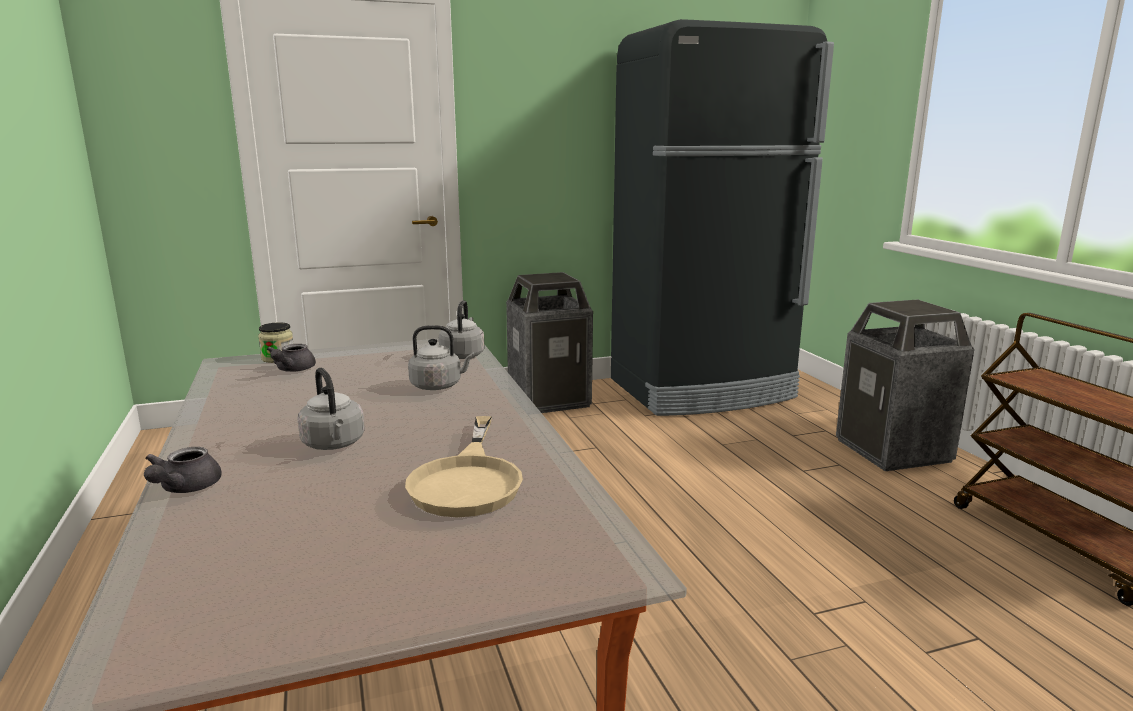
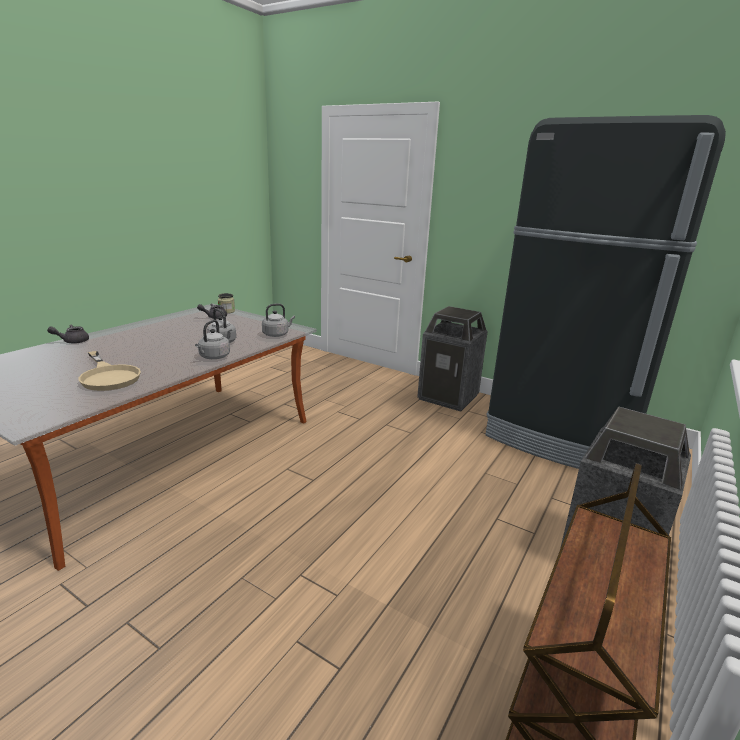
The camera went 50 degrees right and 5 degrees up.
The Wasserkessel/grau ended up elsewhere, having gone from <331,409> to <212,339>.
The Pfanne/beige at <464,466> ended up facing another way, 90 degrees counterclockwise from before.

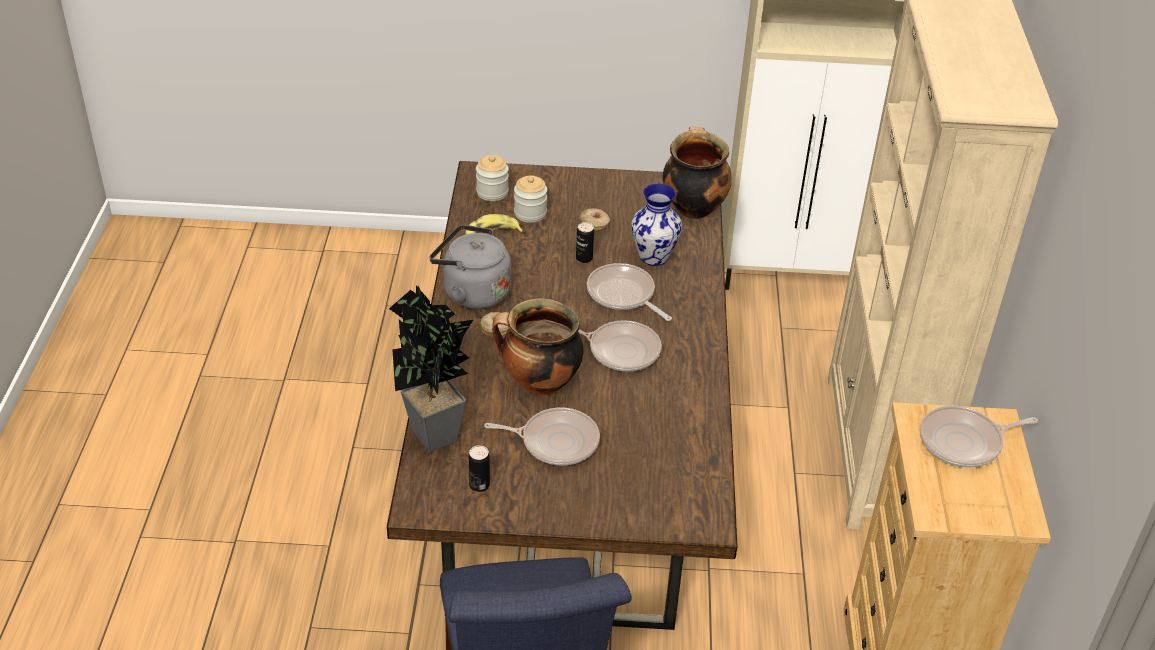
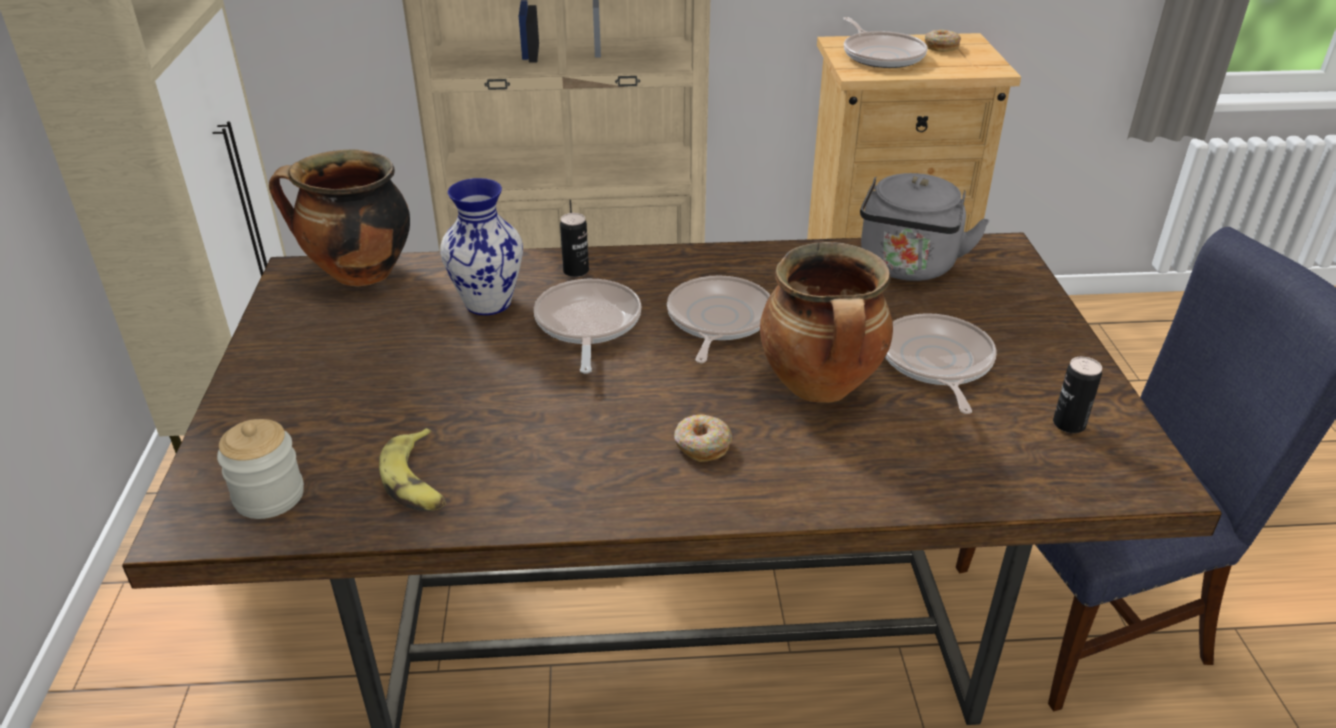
The camera went 95 degrees left and 5 degrees down.
The second view lost the Topfpflanze at <431,369>.
The second view lost the Vorratsglas at <530,199>.
The Wasserkessel/grau ended up elsewhere, having gone from <470,267> to <925,227>.
The Dose ended up elsewhere, having gone from <585,242> to <574,245>.
The Donut ended up elsewhere, having gone from <595,219> to <943,41>.
The Pfanne at <629,292> ended up facing another way, 135 degrees clockwise from before.

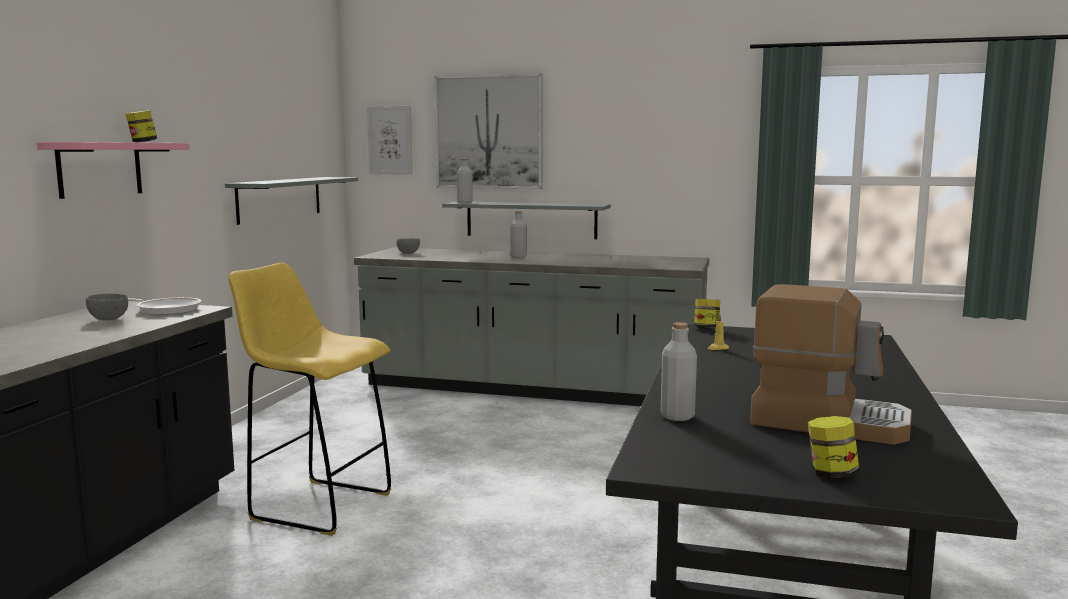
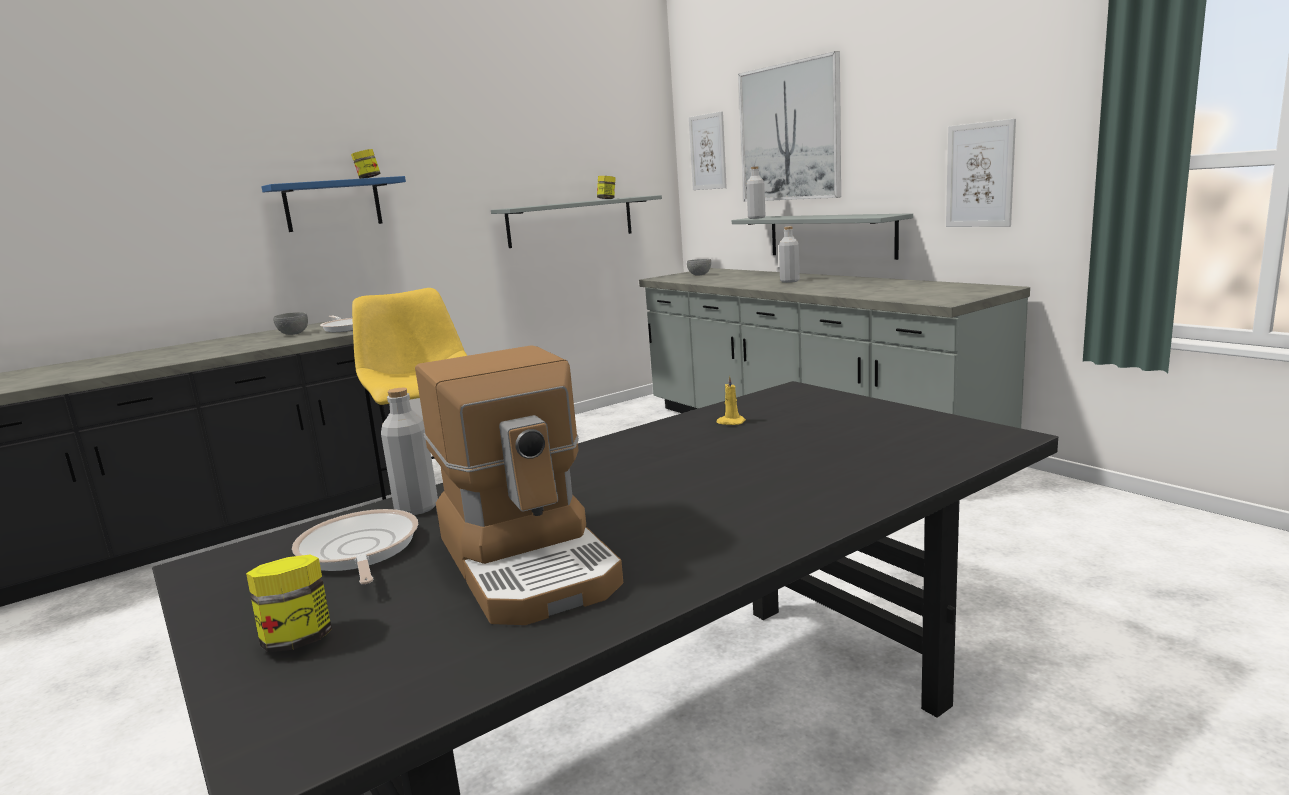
The camera went 40 degrees right and 5 degrees up.
The second view gained the Pfanne at <355,546>.
The second view gained the Bild at <981,172>.
The Vorratsglas ended up elsewhere, having gone from <707,313> to <606,187>.
What was the Wandregal/rosa at <113,170> turned into the Wandregal/blau at <333,204>.

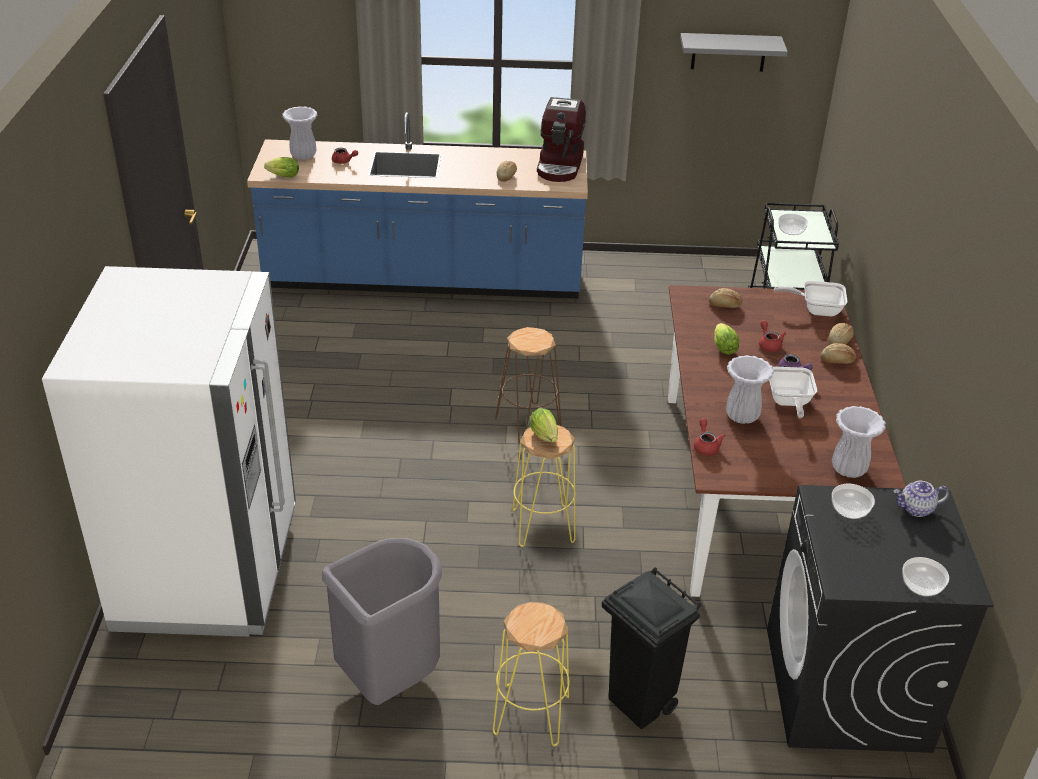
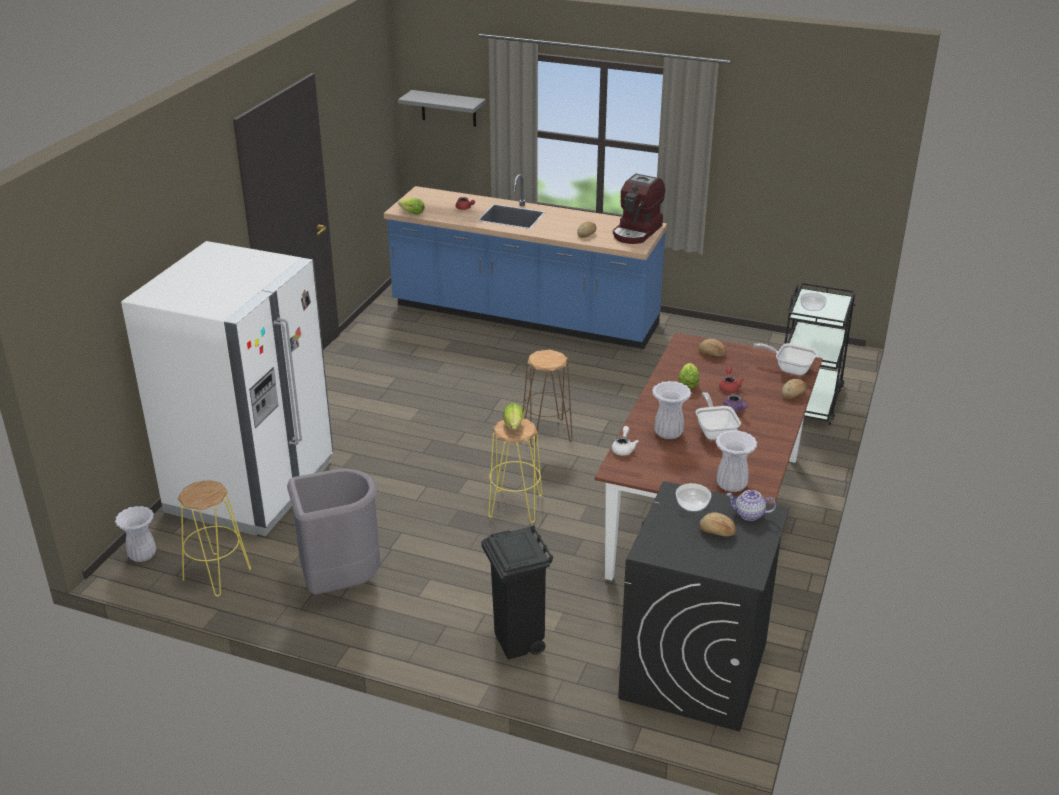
The camera went 20 degrees right and 5 degrees down.
The second view lost the Schüssel at <926,577>.
The Vase/weiß ended up elsewhere, having gone from <300,132> to <135,534>.
The Hocker/gelb ended up elsewhere, having gone from <531,674> to <214,538>.
The Wandregal/grau ended up elsewhere, having gone from <734,52> to <442,108>.
The Brot ended up elsewhere, having gone from <838,353> to <717,524>.
What was the Teekanne/rot at <709,437> turned into the Teekanne/weiß at <625,441>.
The Pfanne at <793,393> ended up facing another way, 150 degrees clockwise from before.

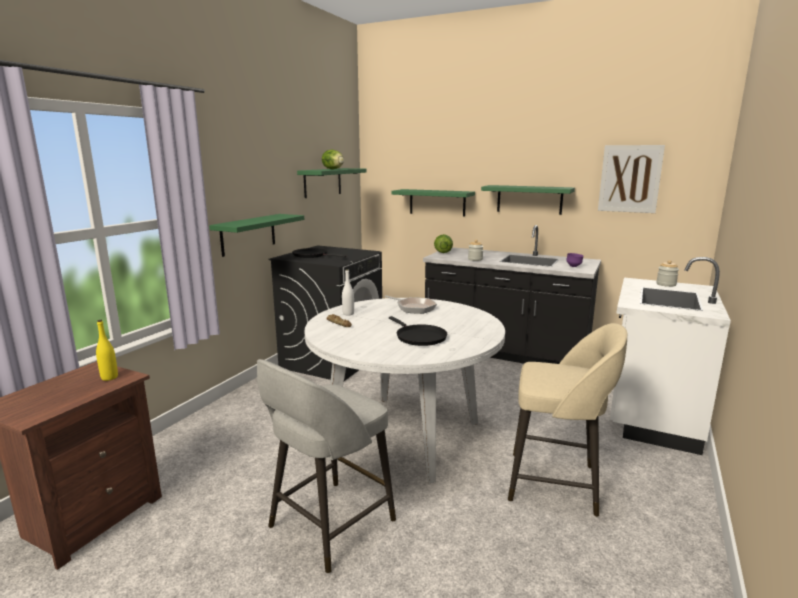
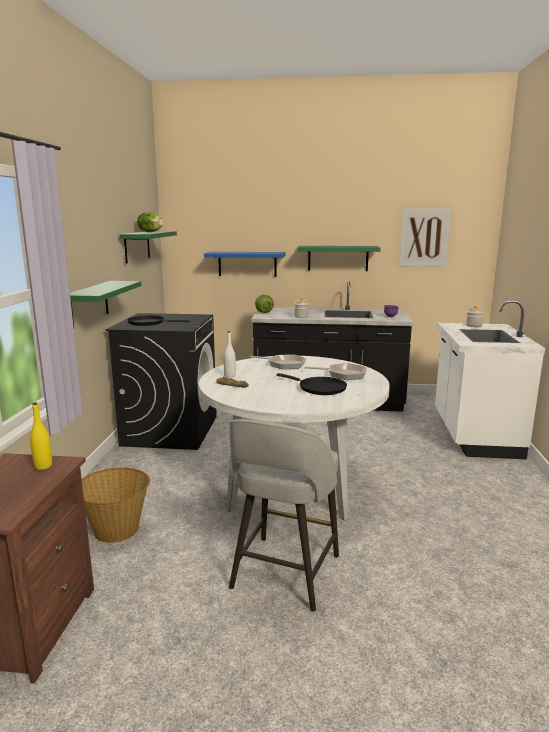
The camera went 20 degrees left and 0 degrees up.
The second view lost the Hocker/beige at <567,420>.
The second view gained the Korb at <116,505>.
The second view gained the Pfanne at <336,371>.
What was the Wandregal/grün at <433,203> turned into the Wandregal/blau at <245,264>.

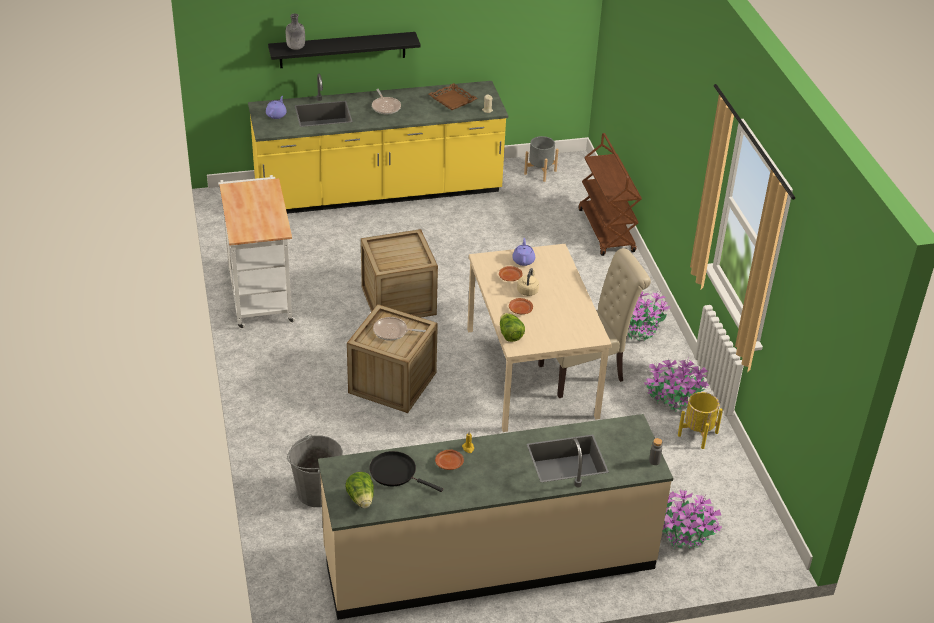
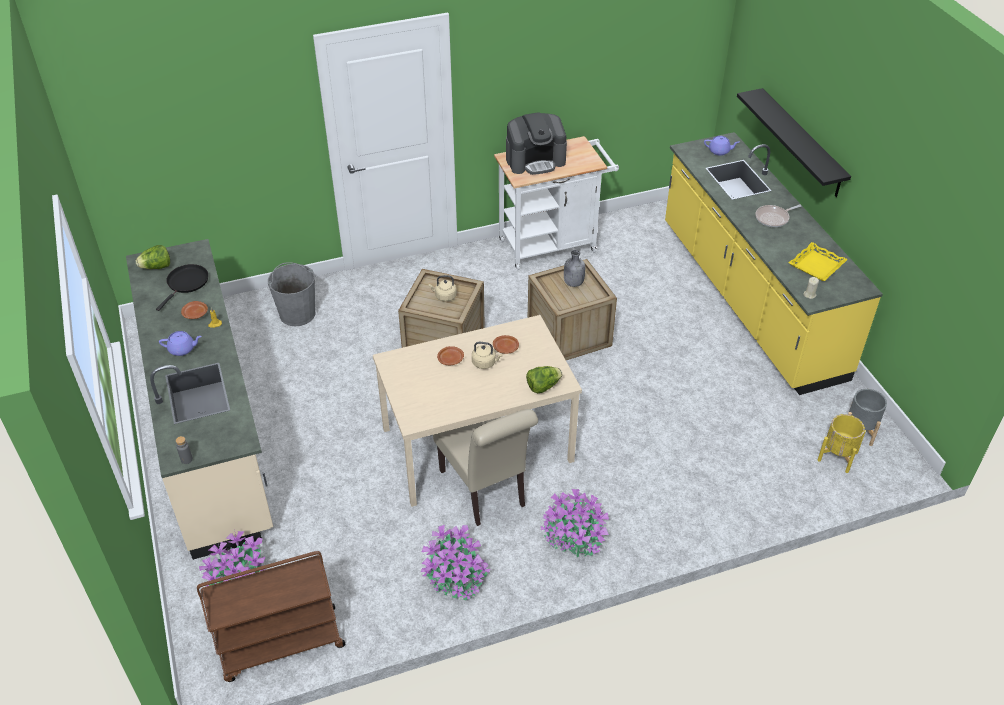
The camera went 85 degrees right and 5 degrees up.
The second view gained the Kaffeemaschine at <536,143>.
The Flasche/grau ended up elsewhere, having gone from <295,32> to <574,268>.
The Salatkopf ended up elsewhere, having gone from <512,327> to <544,379>.
The Teekanne/lila ended up elsewhere, having gone from <523,252> to <180,343>.
The Rollwagen/braun ended up elsewhere, having gone from <610,194> to <271,616>.
The Pflanzkübel/gelb ended up elsewhere, having gone from <700,420> to <842,443>.
Where the Pfanne stood at <399,329>, the Wasserkessel/beige came to stand at <443,288>.
What was the Tablett/braun at <453,96> turned into the Tablett/gelb at <818,261>.

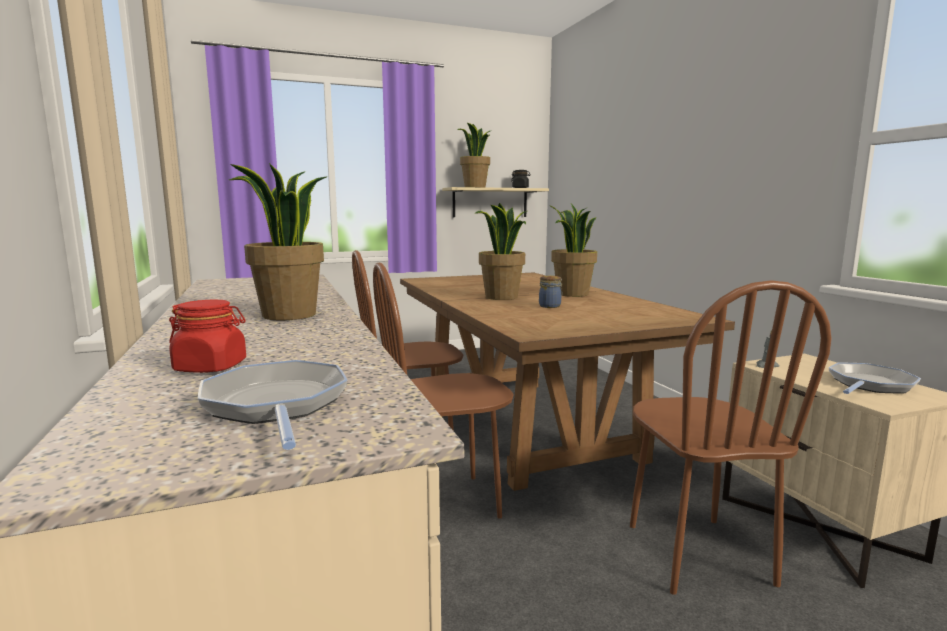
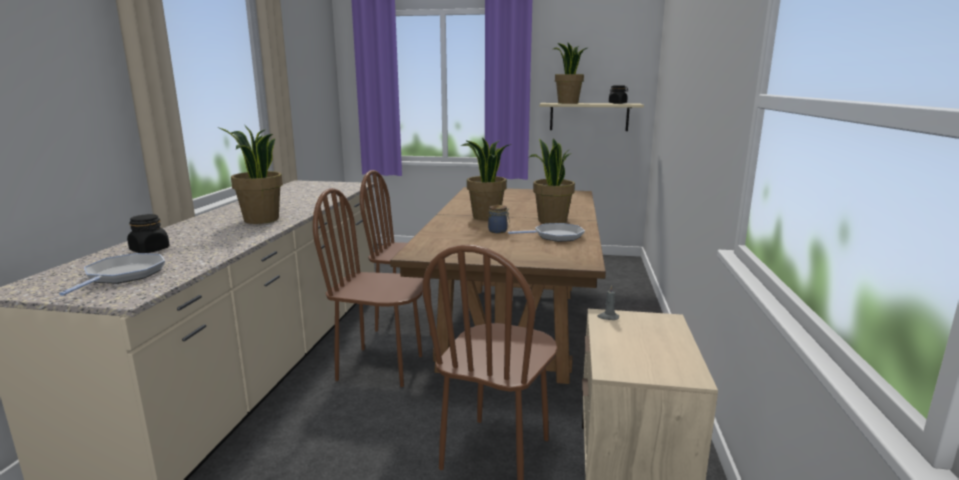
The camera went 30 degrees right and 5 degrees up.
The Pfanne ended up elsewhere, having gone from <875,378> to <546,232>.
What was the Vorratsglas/rot at <207,336> turned into the Vorratsglas/schwarz at <148,233>.

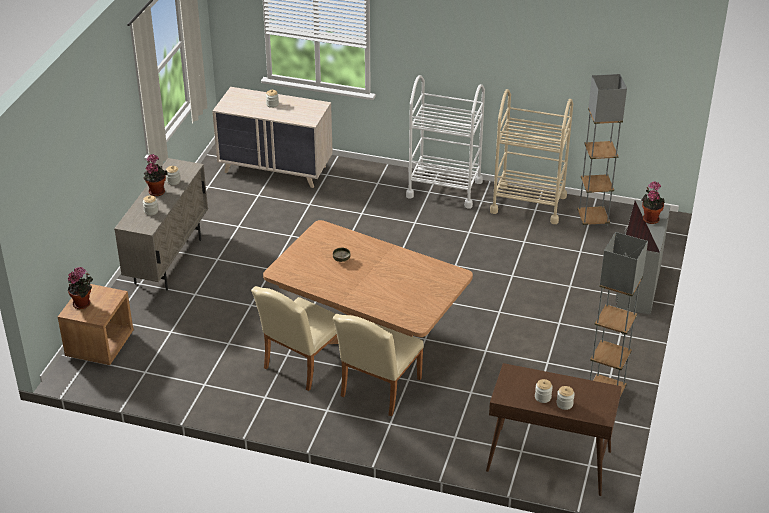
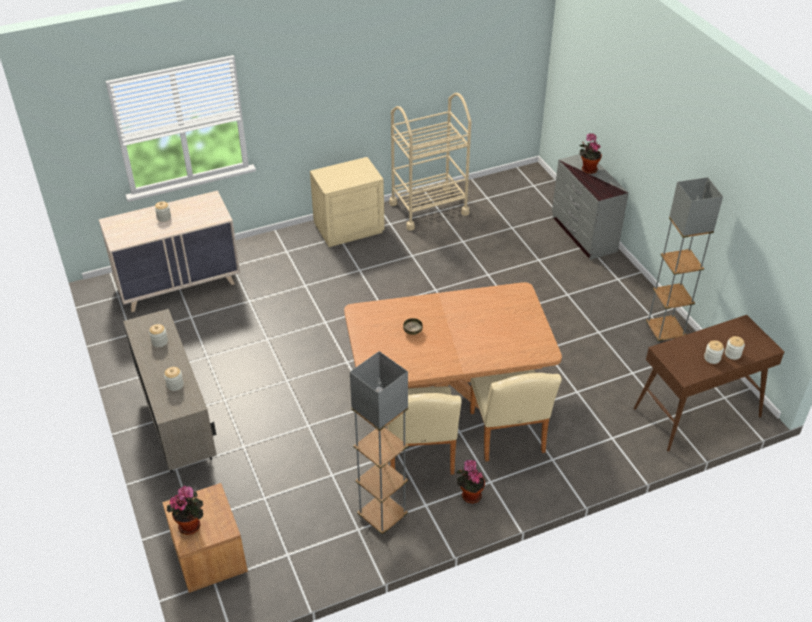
The camera went 40 degrees left and 5 degrees up.
The Topfpflanze ended up elsewhere, having gone from <155,175> to <471,482>.
The Stehlampe/grau ended up elsewhere, having gone from <602,150> to <379,443>.
Where the Rollwagen/weiß stood at <445,141>, the Nachttisch/beige came to stand at <347,202>.

